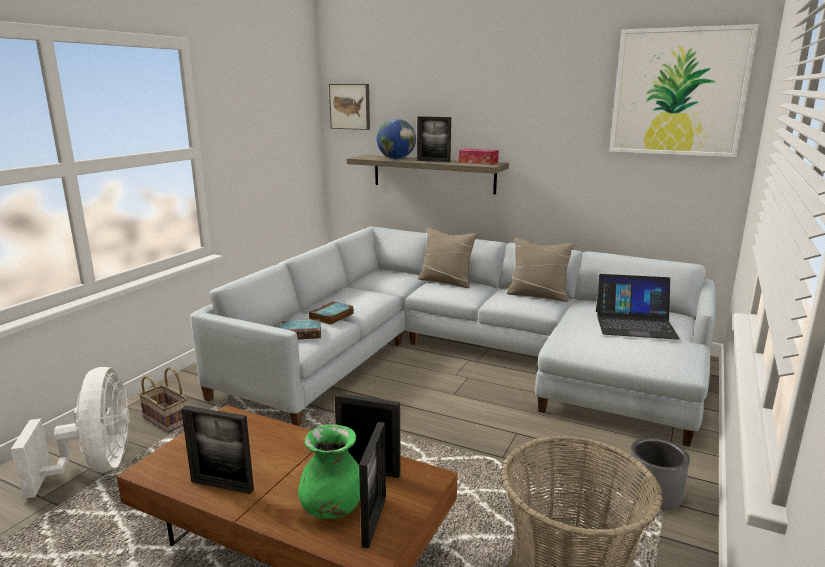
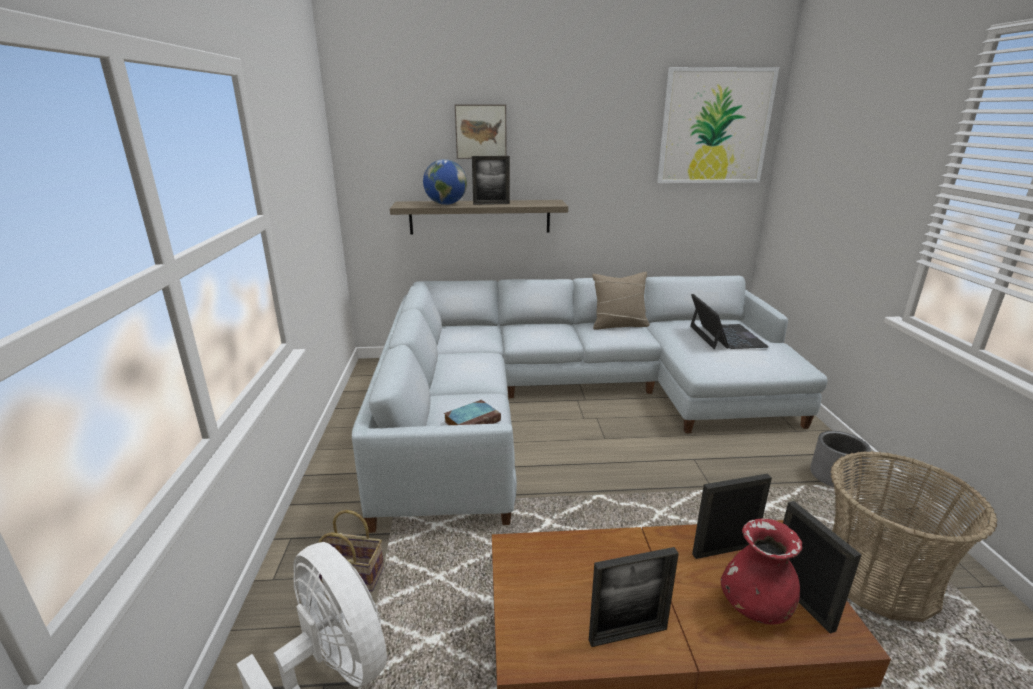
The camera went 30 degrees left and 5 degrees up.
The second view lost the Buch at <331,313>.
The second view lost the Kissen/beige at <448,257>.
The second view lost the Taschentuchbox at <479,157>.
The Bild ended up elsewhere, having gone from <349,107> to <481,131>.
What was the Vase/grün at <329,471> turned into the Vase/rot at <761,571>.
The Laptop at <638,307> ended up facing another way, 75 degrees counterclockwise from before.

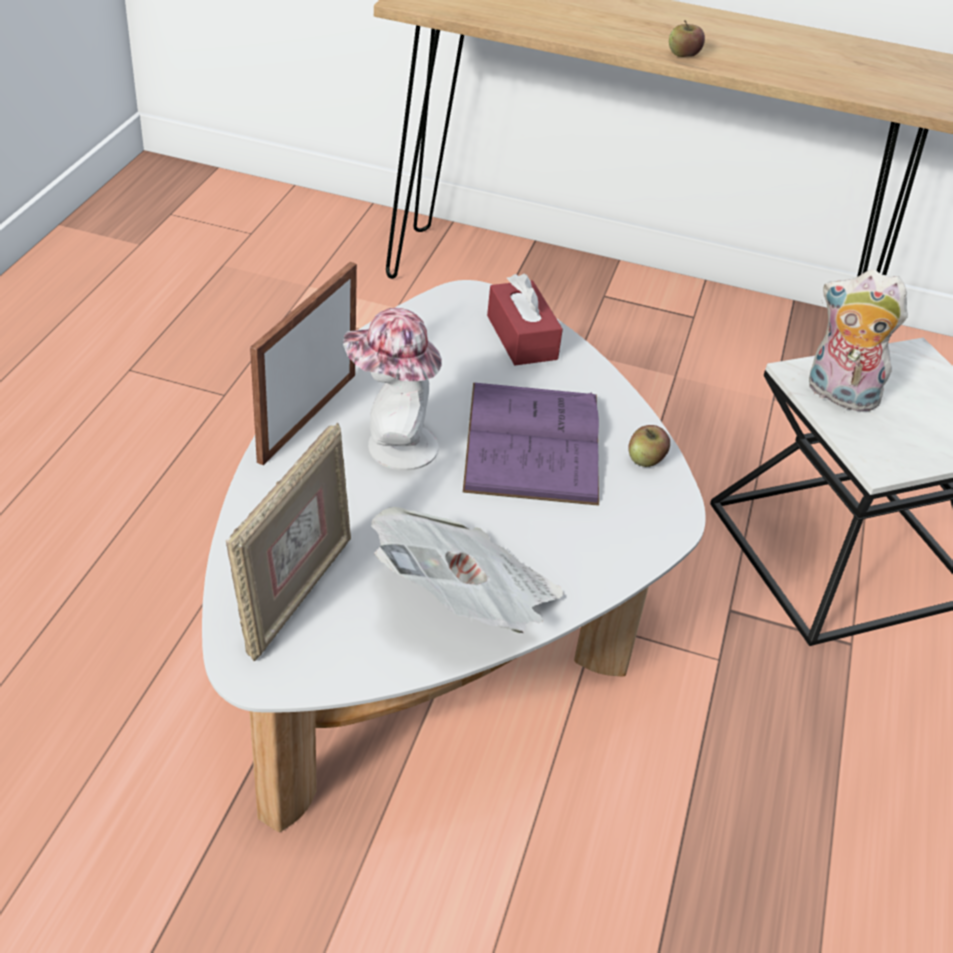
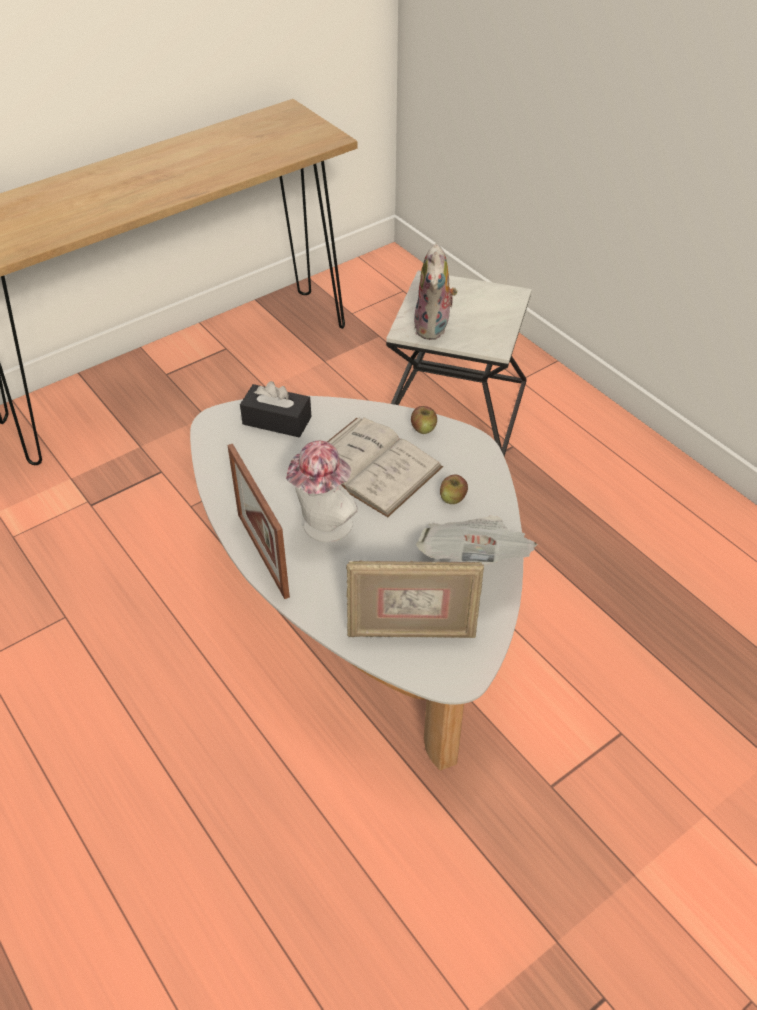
The camera went 50 degrees left and 5 degrees up.
The Apfel ended up elsewhere, having gone from <687,38> to <454,489>.
What was the Buch/lila at <531,444> turned into the Buch/weiß at <385,467>.
What was the Taschentuchbox/rot at <525,319> turned into the Taschentuchbox/schwarz at <275,409>.
The Bilderrahmen at <288,542> ended up facing another way, 120 degrees clockwise from before.
The Plüschtier at <858,341> ended up facing another way, 60 degrees counterclockwise from before.

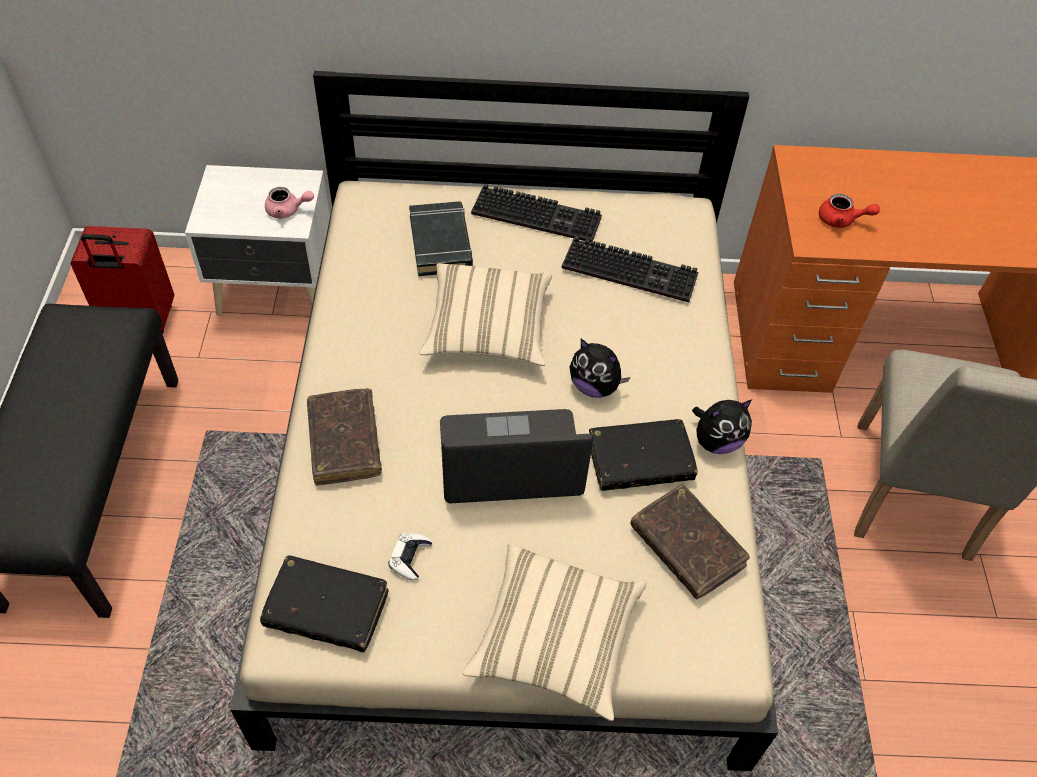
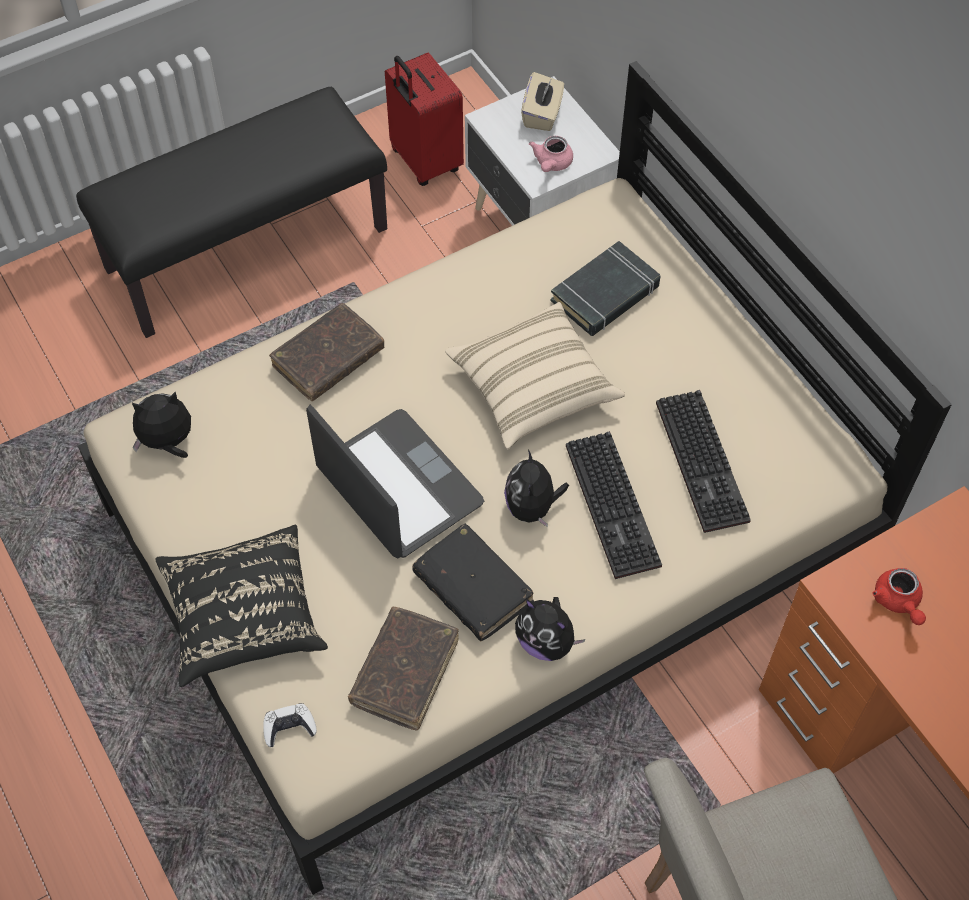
The camera went 60 degrees right and 5 degrees up.
The second view gained the Taschentuchbox/beige at <542,101>.
The Gamepad/weiß ended up elsewhere, having gone from <410,557> to <290,725>.
The Tastatur ended up elsewhere, having gone from <536,213> to <614,505>.
Where the Buch/schwarz stood at <324,604>, the Plüschtier came to stand at <161,424>.
What was the Kissen/beige at <554,632> turned into the Kissen/schwarz at <241,606>.
The Teekanne/rosa at <289,203> ended up facing another way, 45 degrees clockwise from before.

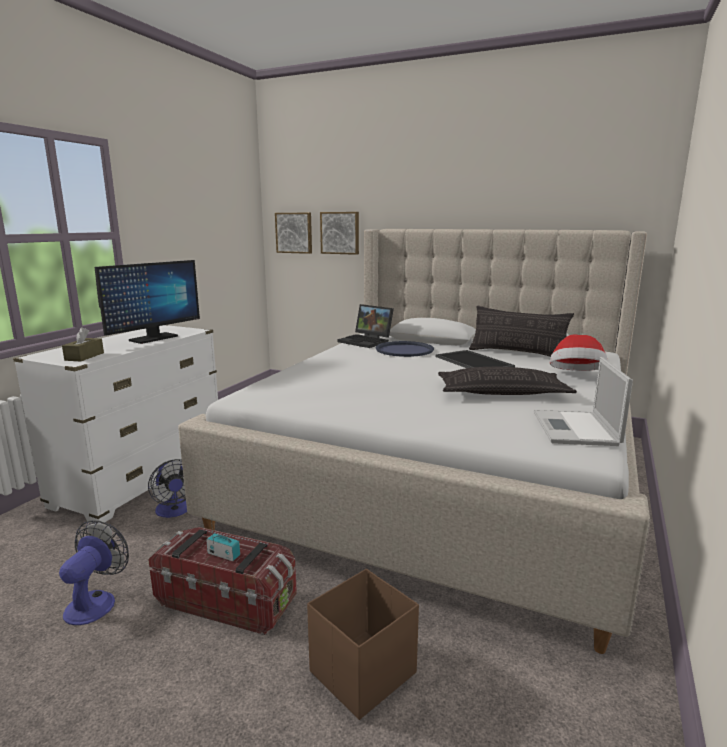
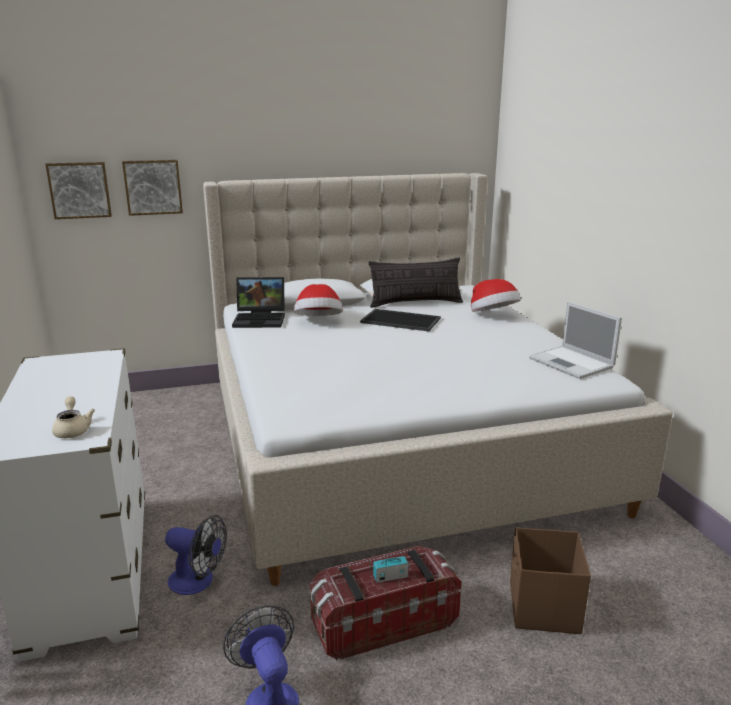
The camera went 40 degrees left and 5 degrees up.
The second view lost the Monitor at <147,302>.
The second view lost the Kissen at <507,381>.
Where the Taschentuchbox/braun stood at <83,344>, the Teekanne/beige came to stand at <73,417>.
Where the Tablett/blau stood at <405,349>, the Hut came to stand at <318,300>.

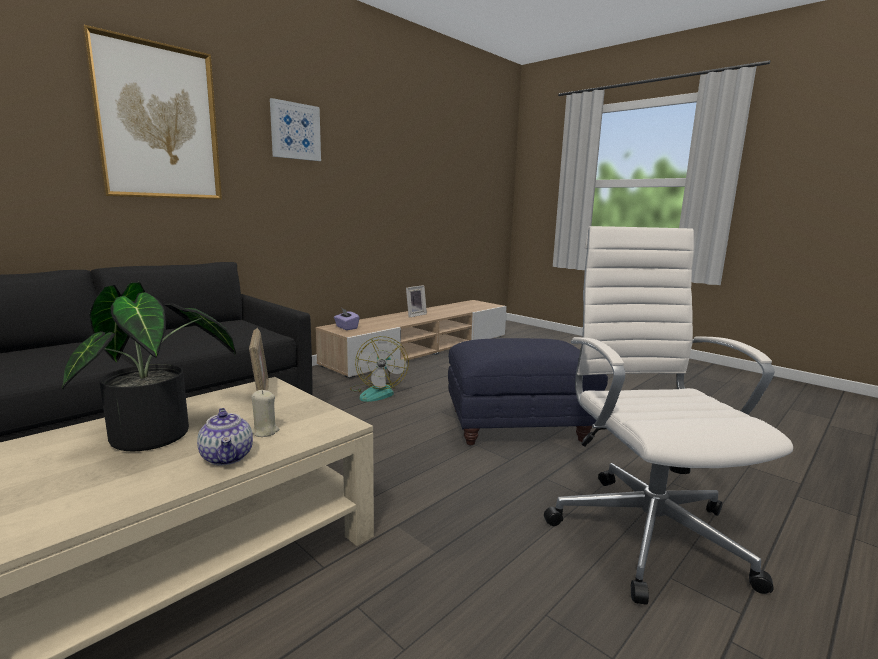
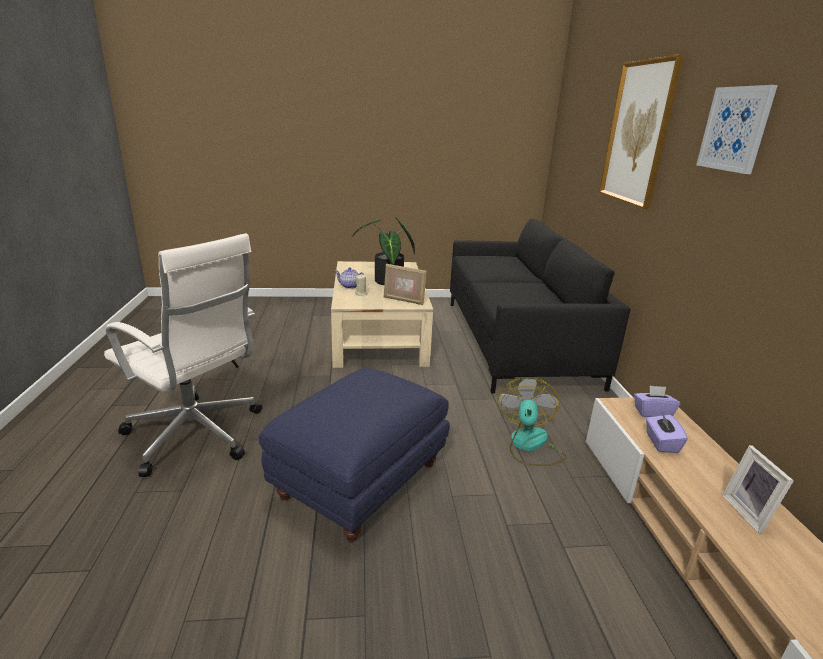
The camera went 130 degrees right and 10 degrees up.
The second view gained the Taschentuchbox/lila at <667,432>.
The Ventilator at <379,369> ended up facing another way, 60 degrees clockwise from before.

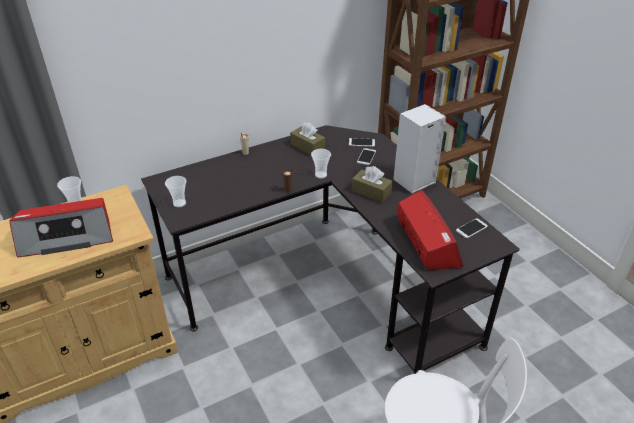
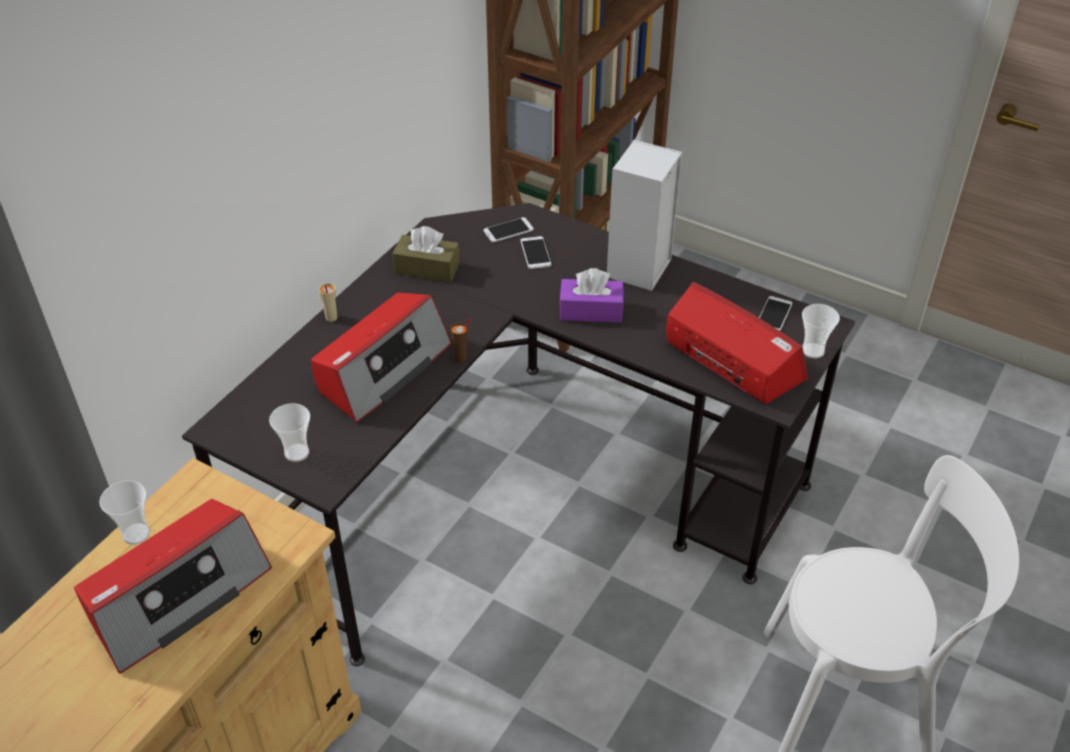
The camera went 30 degrees left and 5 degrees up.
The second view gained the Radio at <381,357>.
The Tasse ended up elsewhere, having gone from <321,163> to <821,331>.
What was the Taschentuchbox/braun at <372,184> turned into the Taschentuchbox/lila at <591,295>.

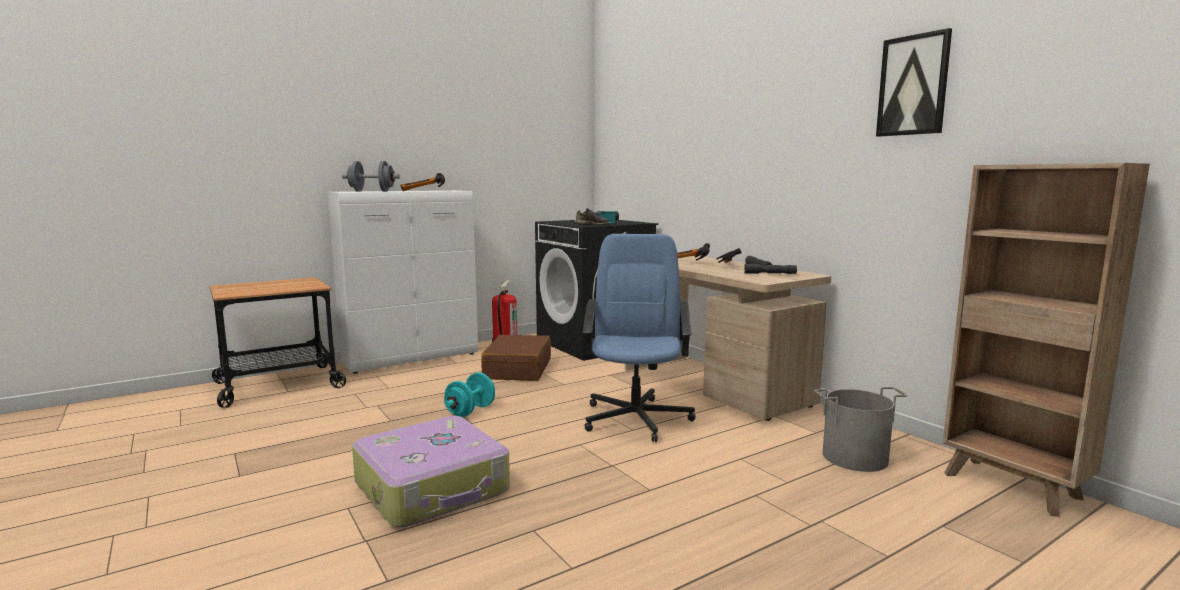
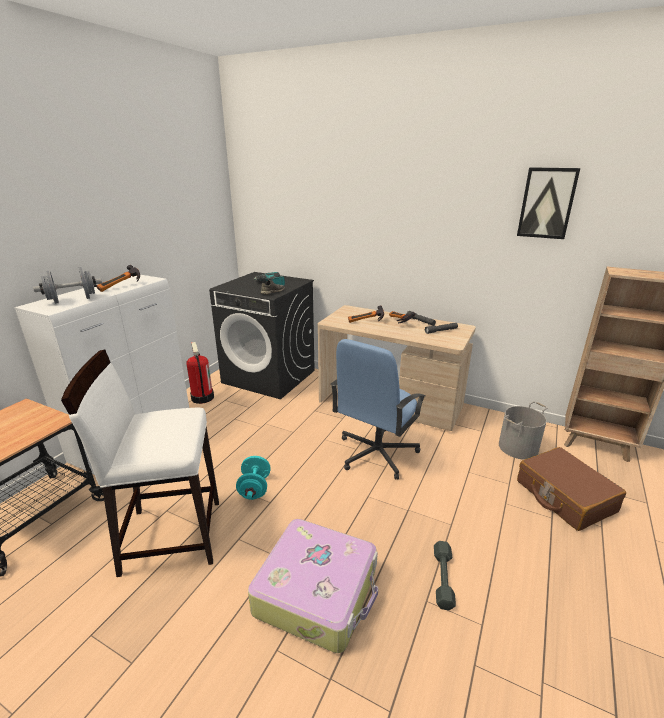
The camera went 30 degrees left and 15 degrees up.
The second view gained the Hocker/weiß at <140,463>.
The second view gained the Hantel/grau at <445,575>.
The Koffer/braun ended up elsewhere, having gone from <516,358> to <571,489>.
The Bürostuhl/blau at <639,338> ended up facing another way, 120 degrees counterclockwise from before.

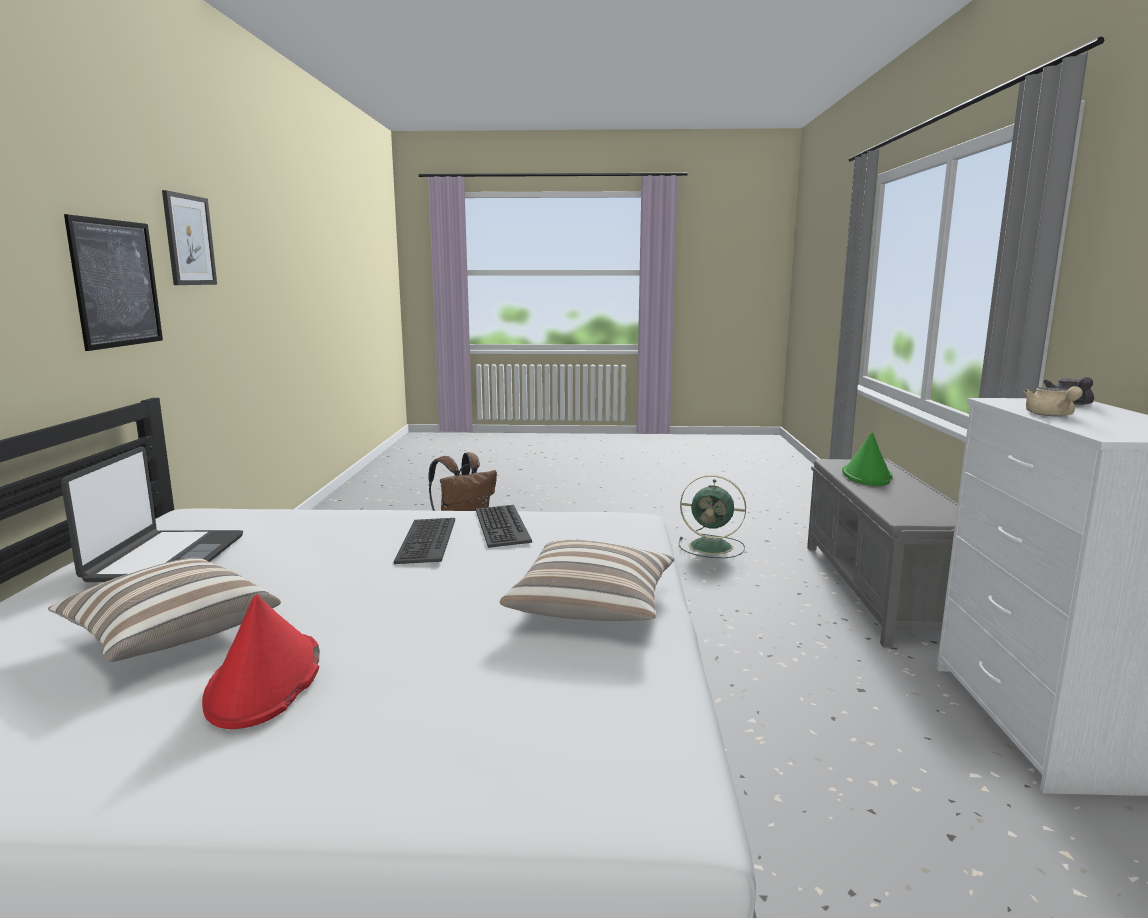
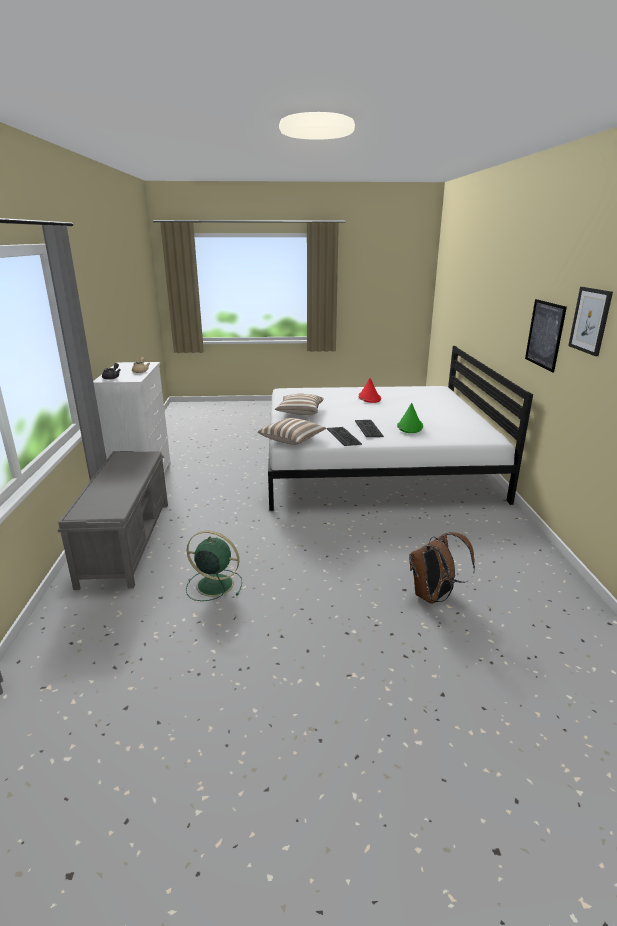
The camera went 175 degrees right and 10 degrees up.
The second view lost the Laptop at <152,514>.
The Kissen ended up elsewhere, having gone from <164,610> to <292,431>.
The Hut/grün ended up elsewhere, having gone from <867,459> to <410,418>.

